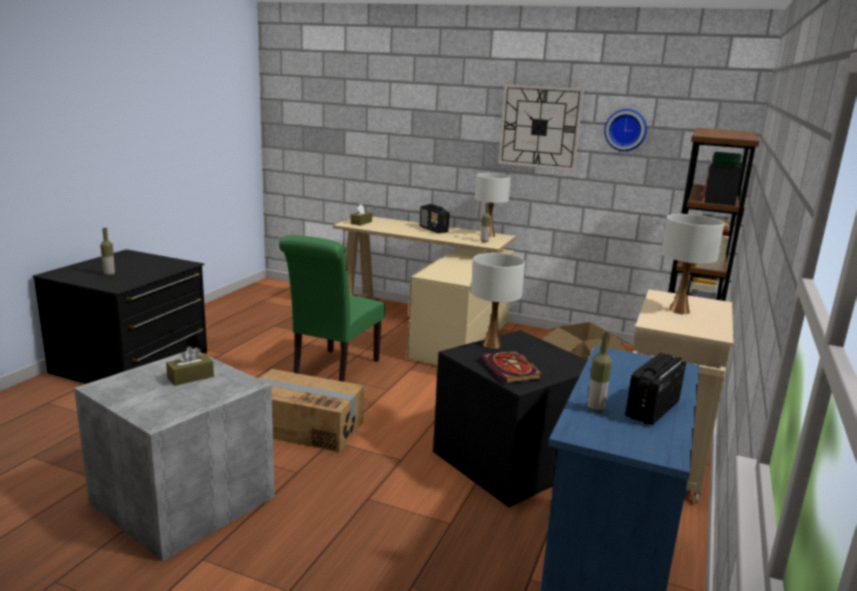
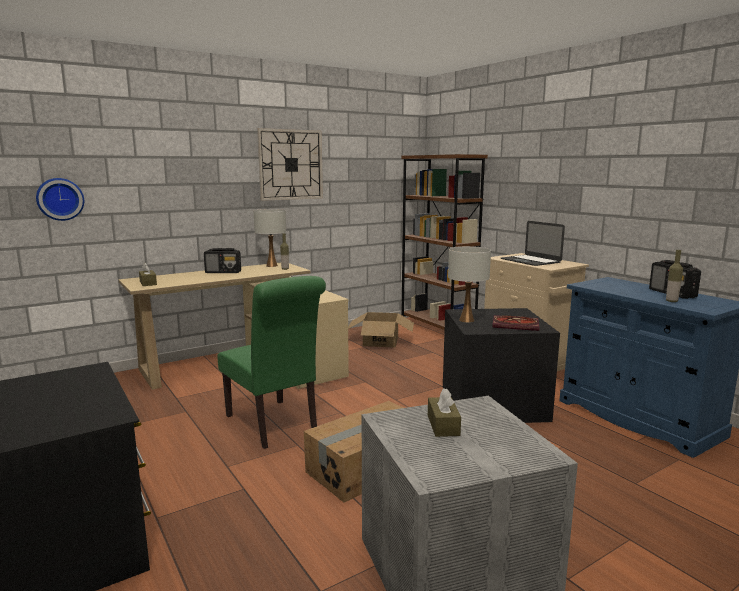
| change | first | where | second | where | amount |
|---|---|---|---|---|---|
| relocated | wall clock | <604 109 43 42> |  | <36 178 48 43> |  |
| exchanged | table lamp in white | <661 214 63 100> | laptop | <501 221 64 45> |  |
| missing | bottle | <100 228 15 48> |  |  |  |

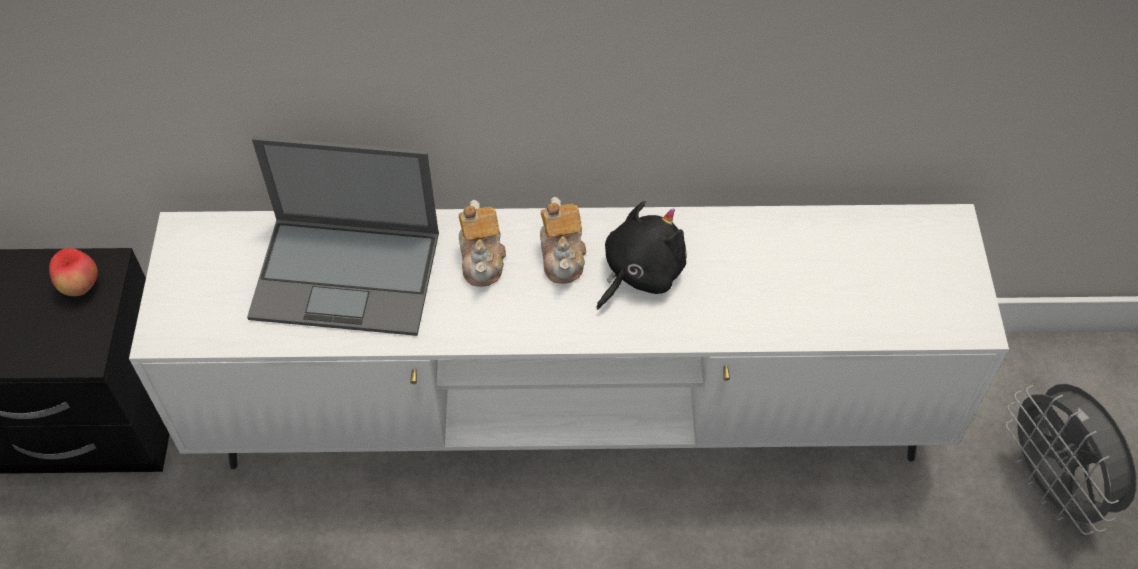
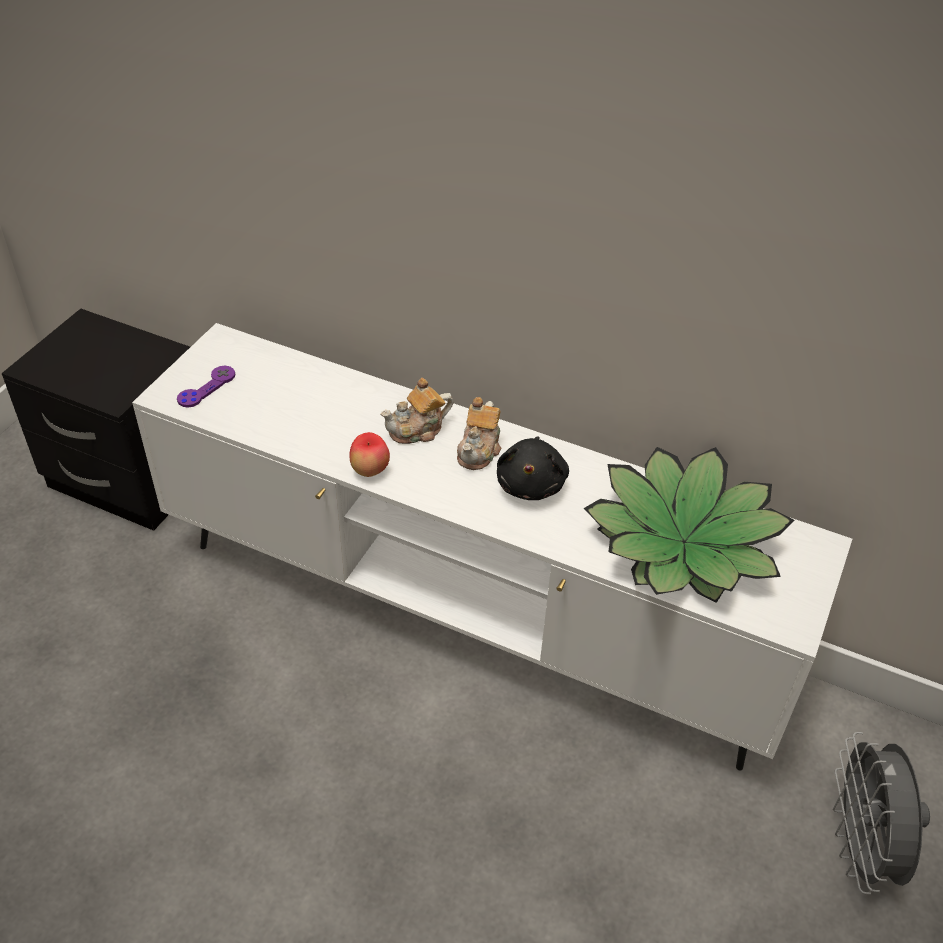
| change | first | where | second | where | amount |
|---|---|---|---|---|---|
| appeared |  |  | game controller in purple | <177 366 58 42> |  |
| relocated | apple | <49 248 49 48> |  | <349 432 41 45> |  |
| spun | teapot | <459 200 47 87> |  | <380 378 73 66> | 45 degrees clockwise |
| spun | plush toy in black | <596 201 90 109> |  | <497 437 72 63> | 120 degrees clockwise |
| appeared |  |  | potted plant | <584 447 210 156> |  |
| missing | laptop | <247 136 192 200> |  |  |  |

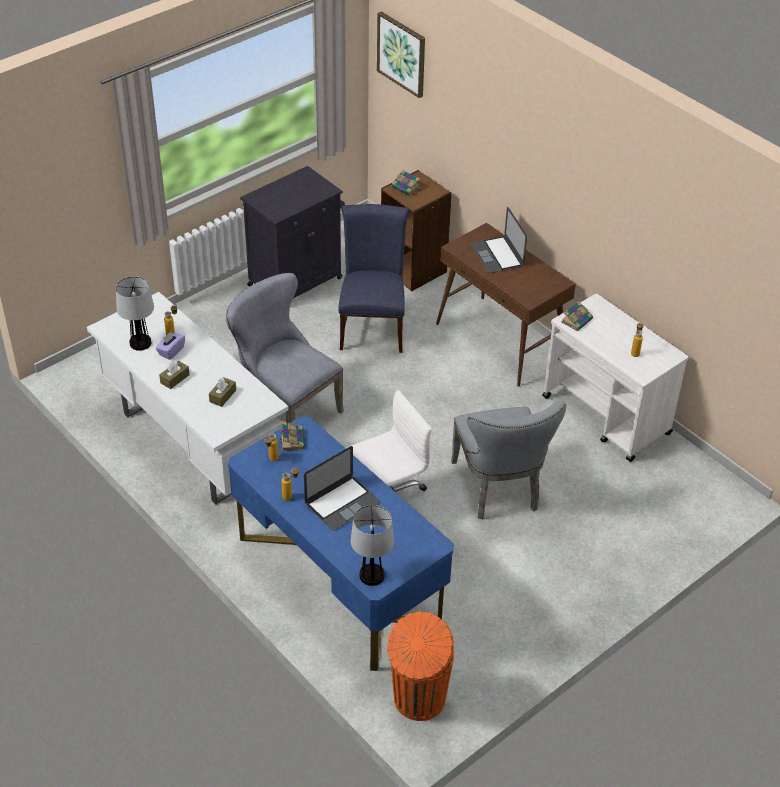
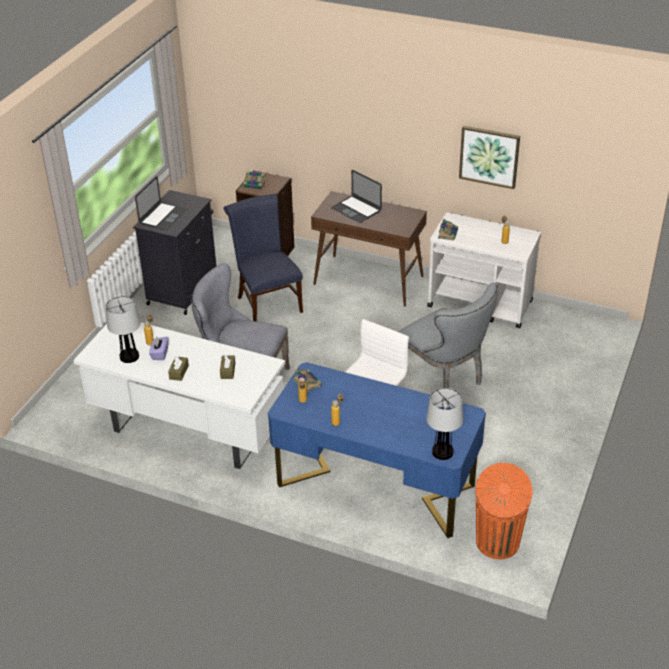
| change | first | where | second | where | amount |
|---|---|---|---|---|---|
| relocated | laptop | <304 446 76 85> |  | <135 176 52 54> |  |
| relocated | picture | <377 11 48 87> |  | <459 126 61 63> |  |

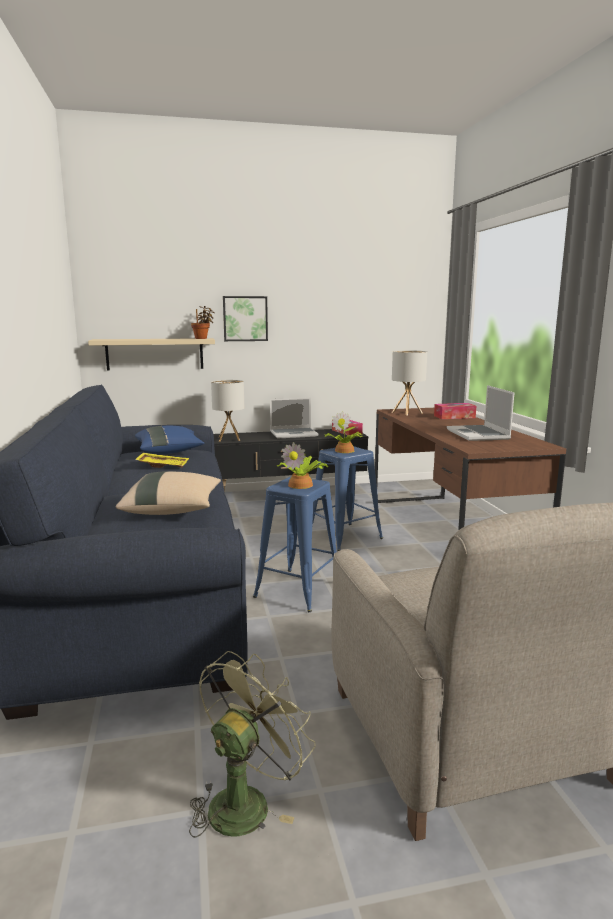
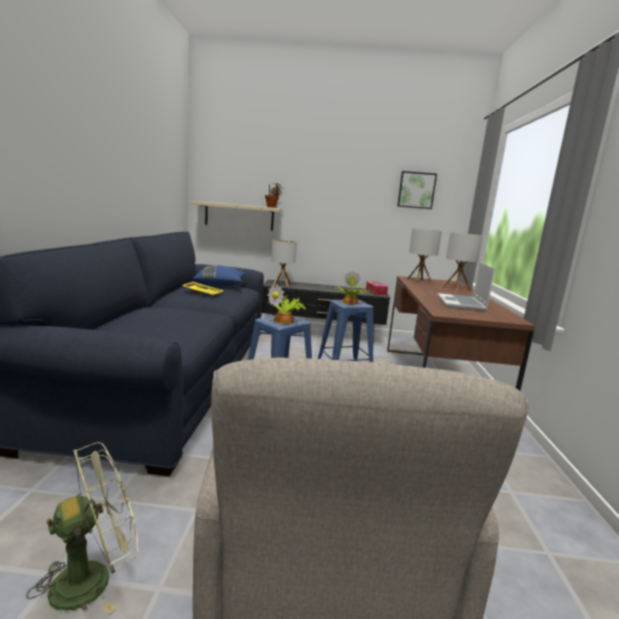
| change | first | where | second | where | amount |
|---|---|---|---|---|---|
| relocated | picture | <223 296 45 45> |  | <397 171 40 38> |  |
| exchanged | tissue box | <434 403 42 16> | table lamp | <443 233 40 58> |  |
| missing | pillow in beige | <116 471 105 44> |  |  |  |
| missing | laptop | <270 398 48 40> |  |  |  |

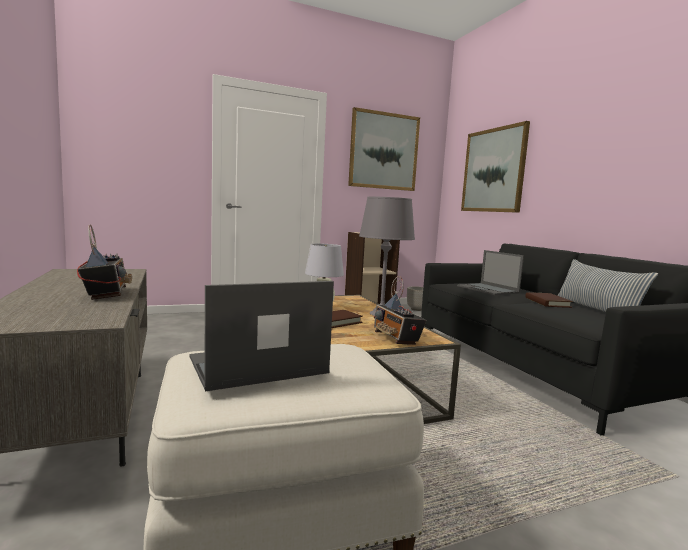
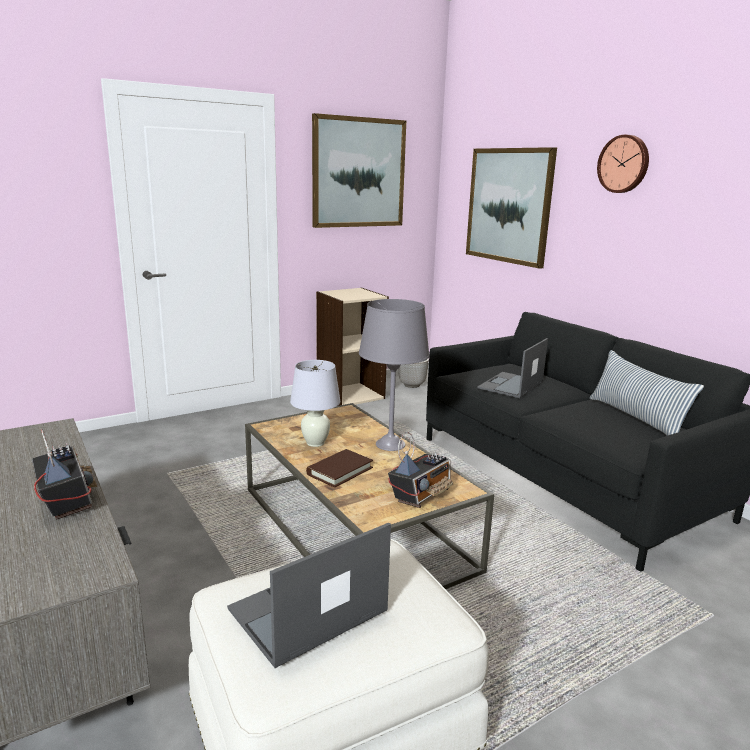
| change | first | where | second | where | amount |
|---|---|---|---|---|---|
| spun | radio | <374 276 52 69> |  | <388 432 65 76> | 105 degrees counterclockwise |
| spun | laptop | <457 250 67 45> |  | <478 338 70 60> | 75 degrees clockwise |
| appeared |  |  | wall clock | <597 135 52 58> |  |
| missing | book in brown | <525 292 48 16> |  |  |  |

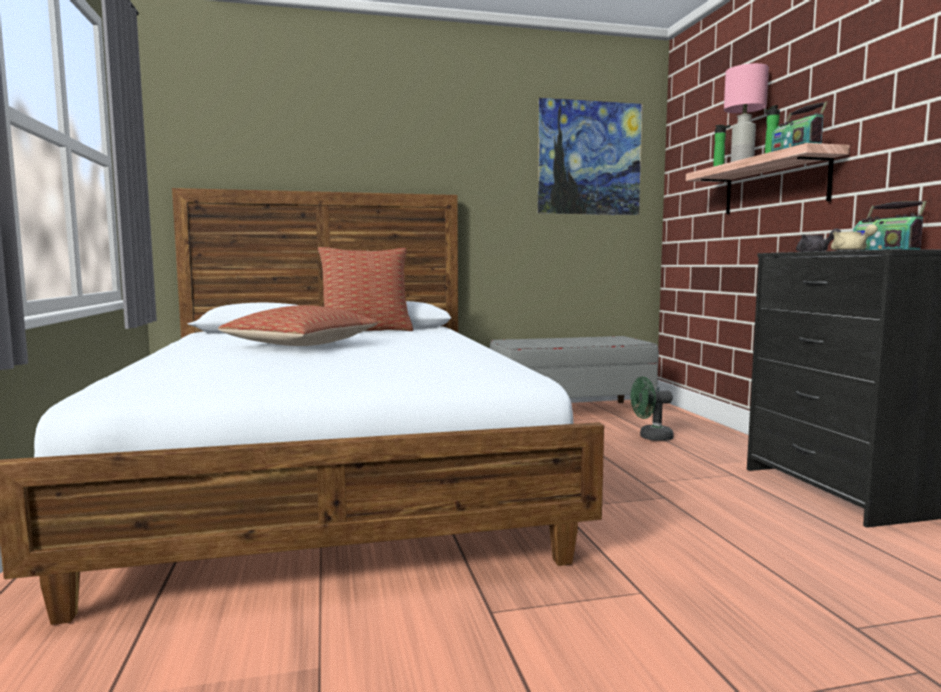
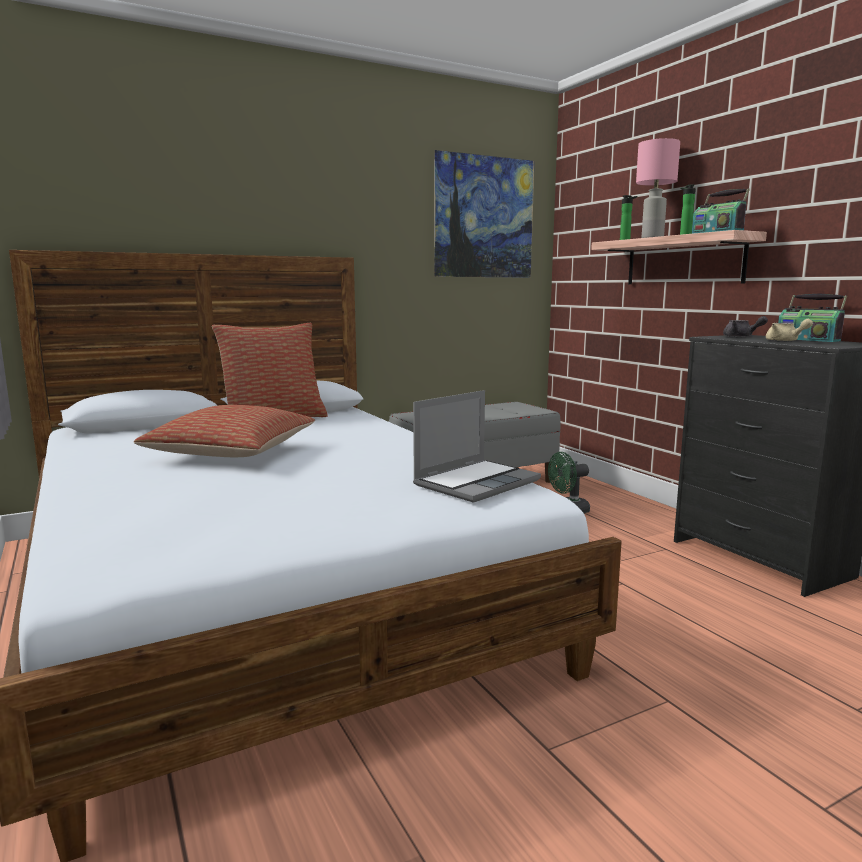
| change | first | where | second | where | amount |
|---|---|---|---|---|---|
| appeared |  |  | laptop | <413 390 128 113> |  |

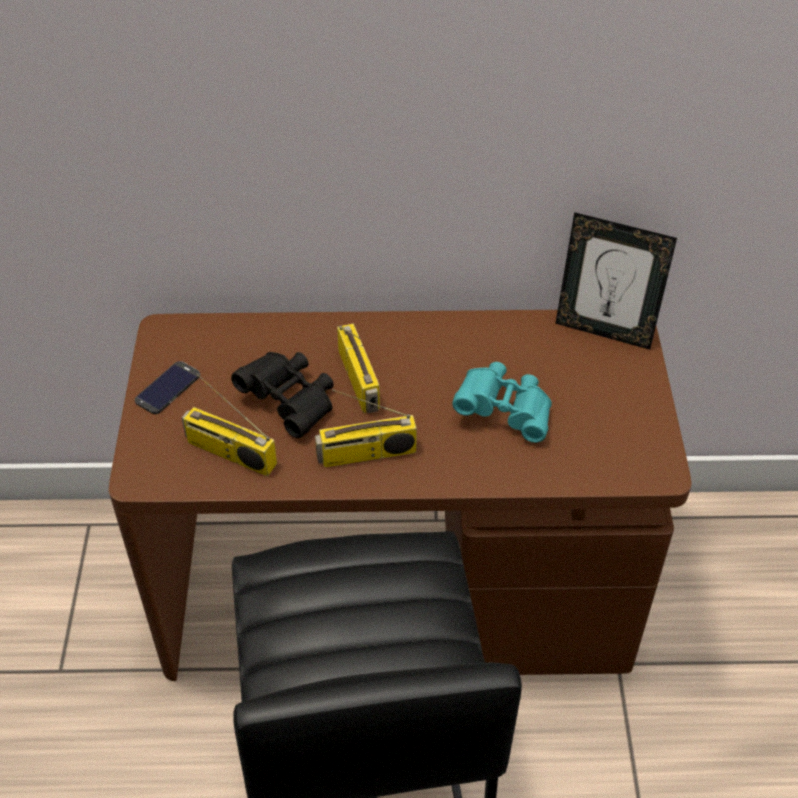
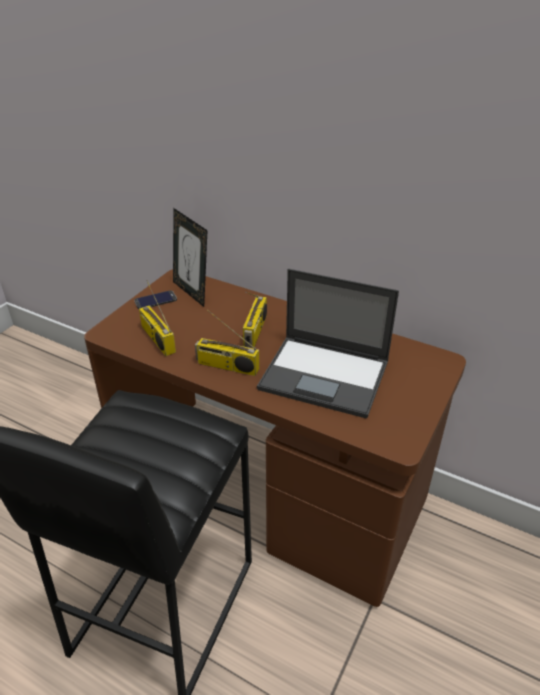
| change | first | where | second | where | amount |
|---|---|---|---|---|---|
| relocated | picture frame | <555 212 122 138> |  | <173 208 34 99> |  |
| exchanged | binoculars in turquoise | <452 362 100 81> | laptop | <257 269 142 150> |  |
| missing | binoculars in black | <231 352 103 86> |  |  |  |

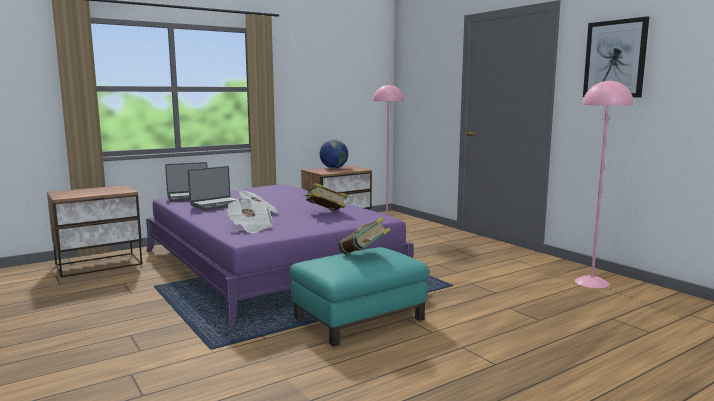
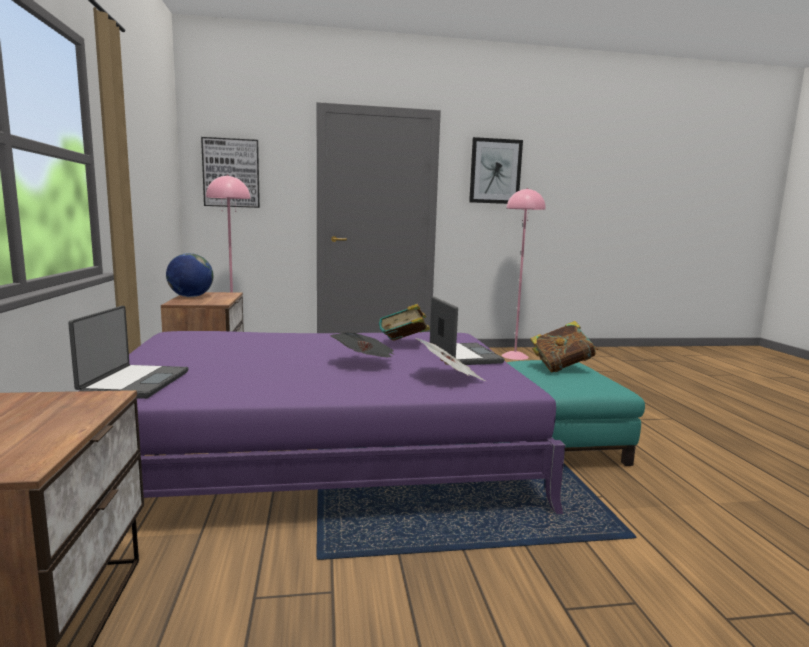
| change | first | where | second | where | amount |
|---|---|---|---|---|---|
| appeared |  |  | picture | <201 137 59 71> |  |
| relocated | laptop | <188 166 48 44> |  | <430 297 75 68> |  |

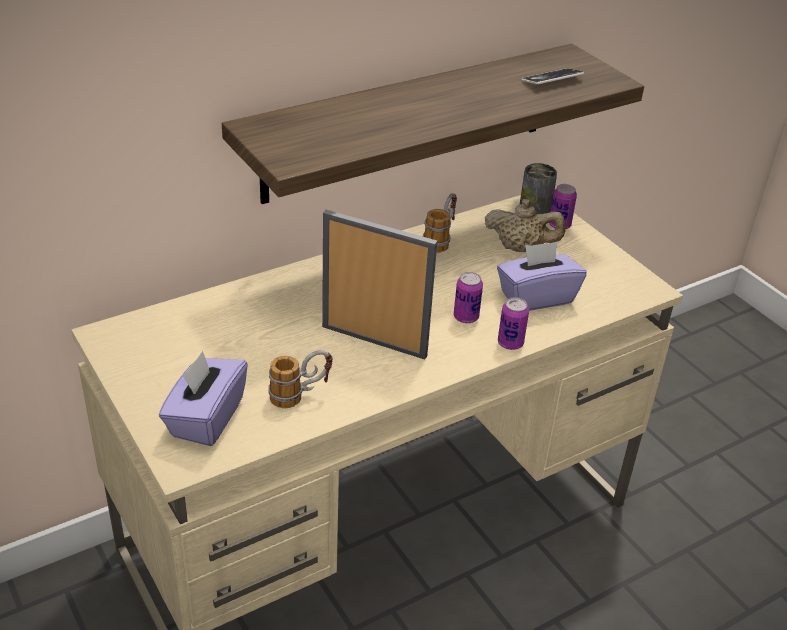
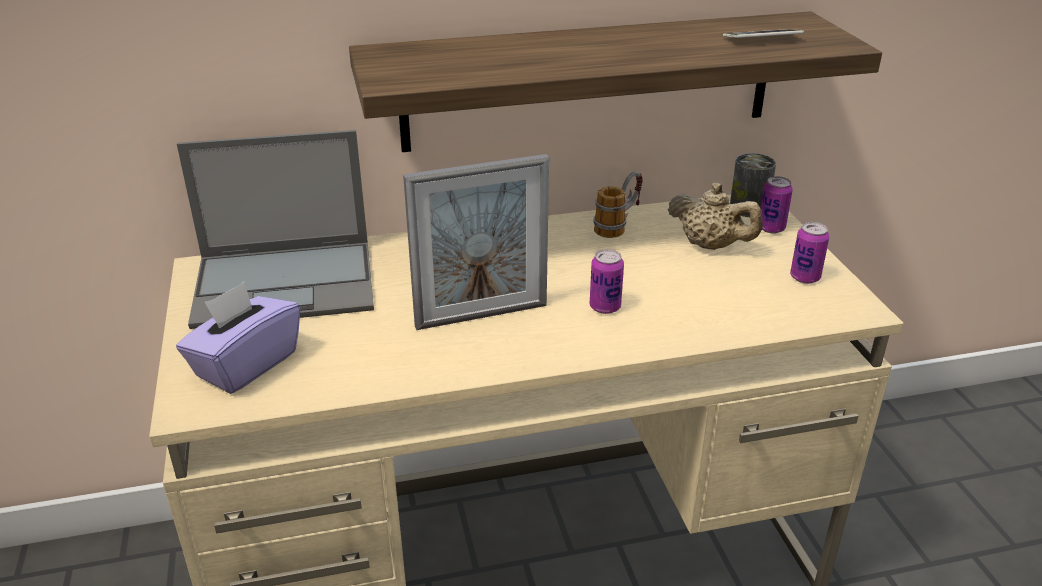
| change | first | where | second | where | amount |
|---|---|---|---|---|---|
| appeared |  |  | laptop | <177 130 197 199> |  |
| spun | picture frame | <322 210 115 150> |  | <403 154 146 176> | 120 degrees clockwise |
| relocated | can | <498 297 31 53> |  | <790 222 39 62> |  |
| missing | mug | <268 350 64 58> |  |  |  |
| missing | tissue box in purple | <497 242 90 69> |  |  |  |

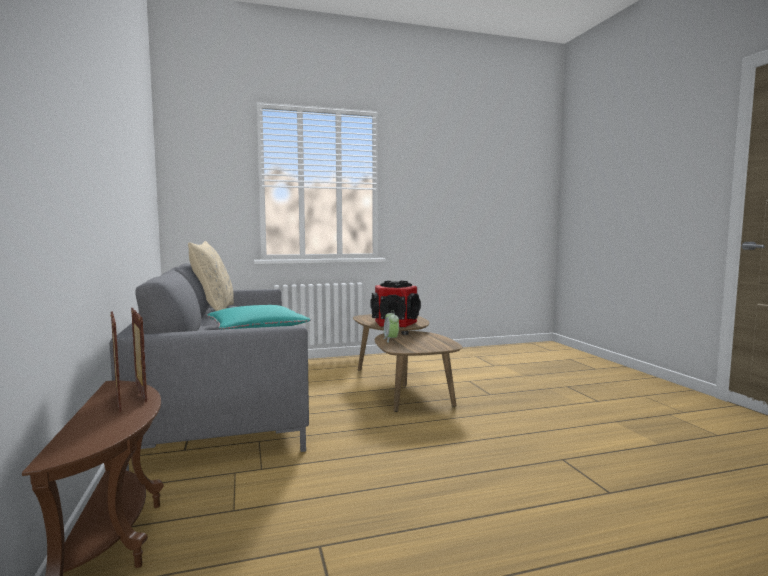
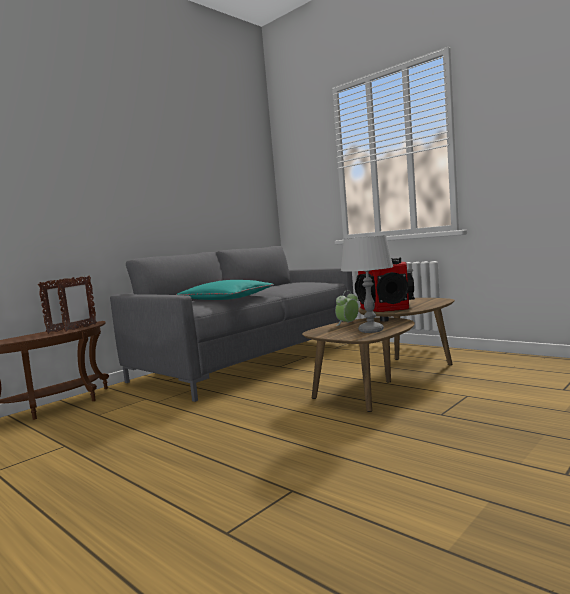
| change | first | where | second | where | amount |
|---|---|---|---|---|---|
| appeared |  |  | table lamp in grey | <341 235 52 98> |  |
| missing | pillow in beige | <188 241 46 70> |  |  |  |

